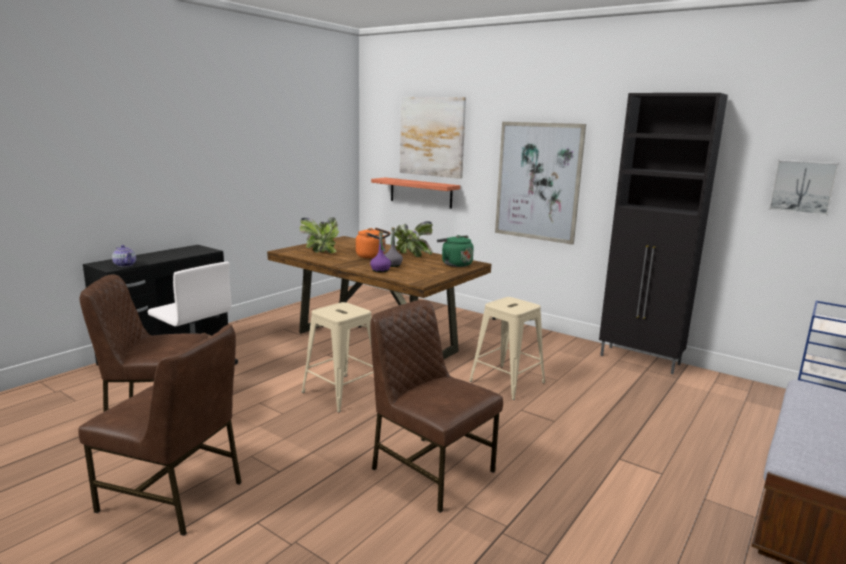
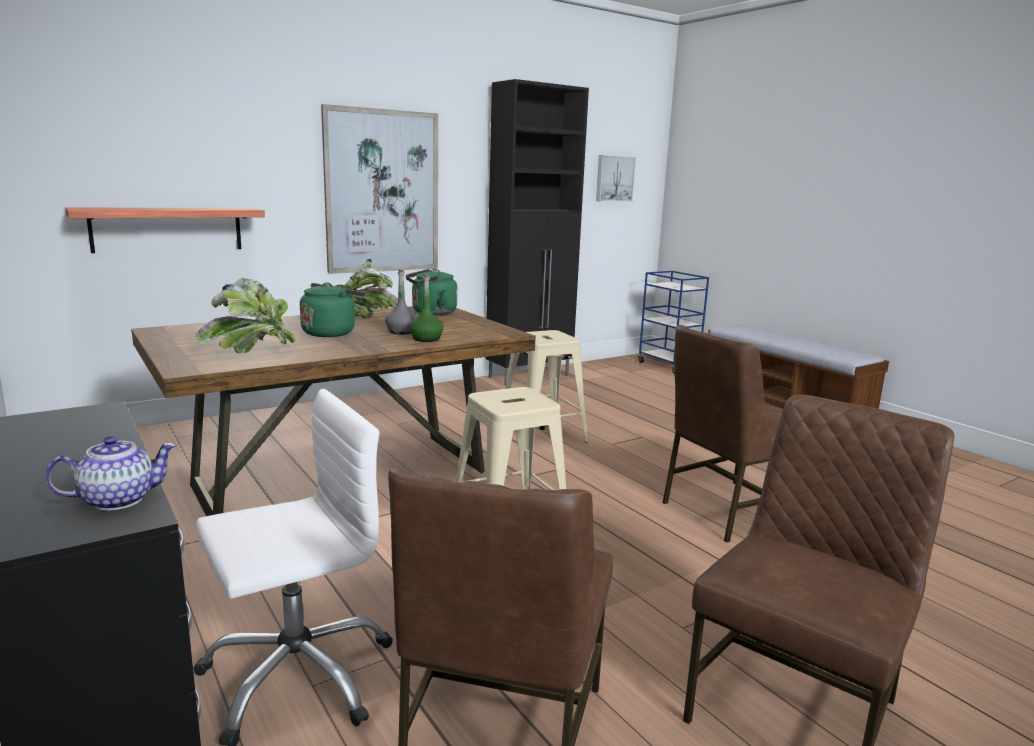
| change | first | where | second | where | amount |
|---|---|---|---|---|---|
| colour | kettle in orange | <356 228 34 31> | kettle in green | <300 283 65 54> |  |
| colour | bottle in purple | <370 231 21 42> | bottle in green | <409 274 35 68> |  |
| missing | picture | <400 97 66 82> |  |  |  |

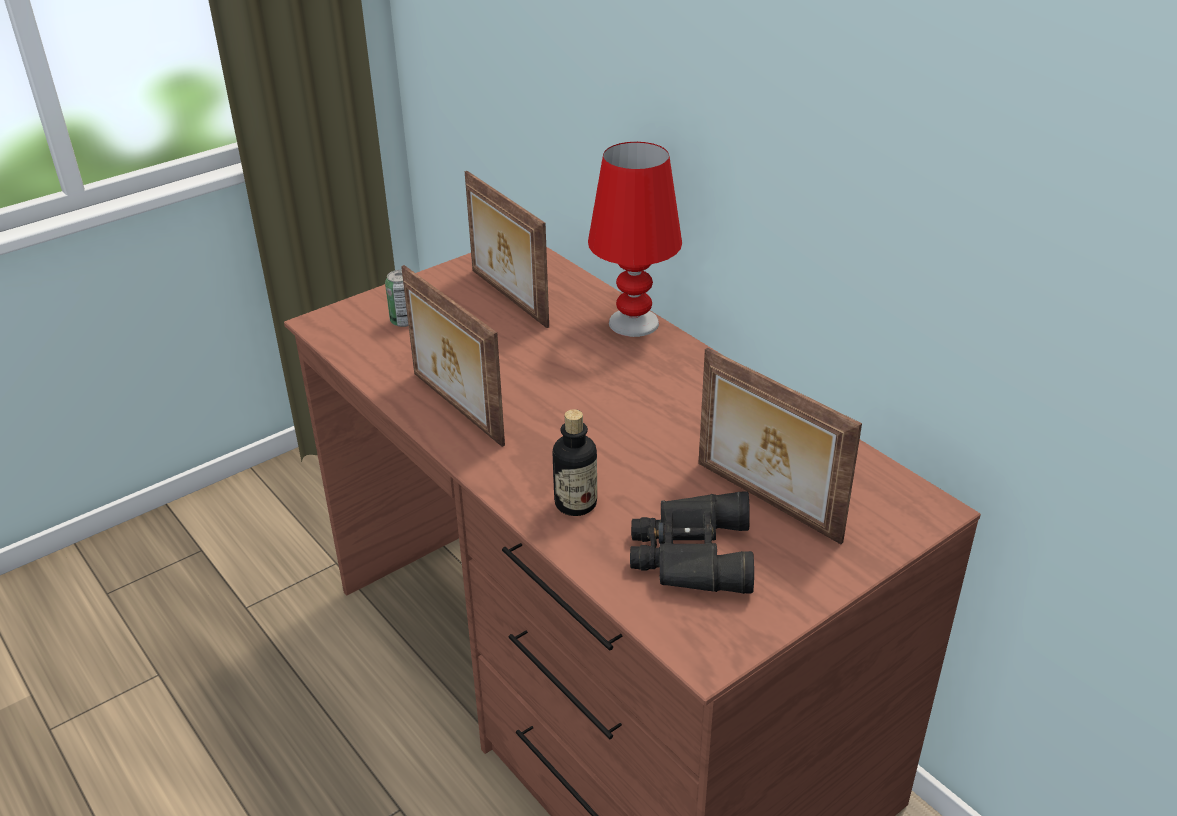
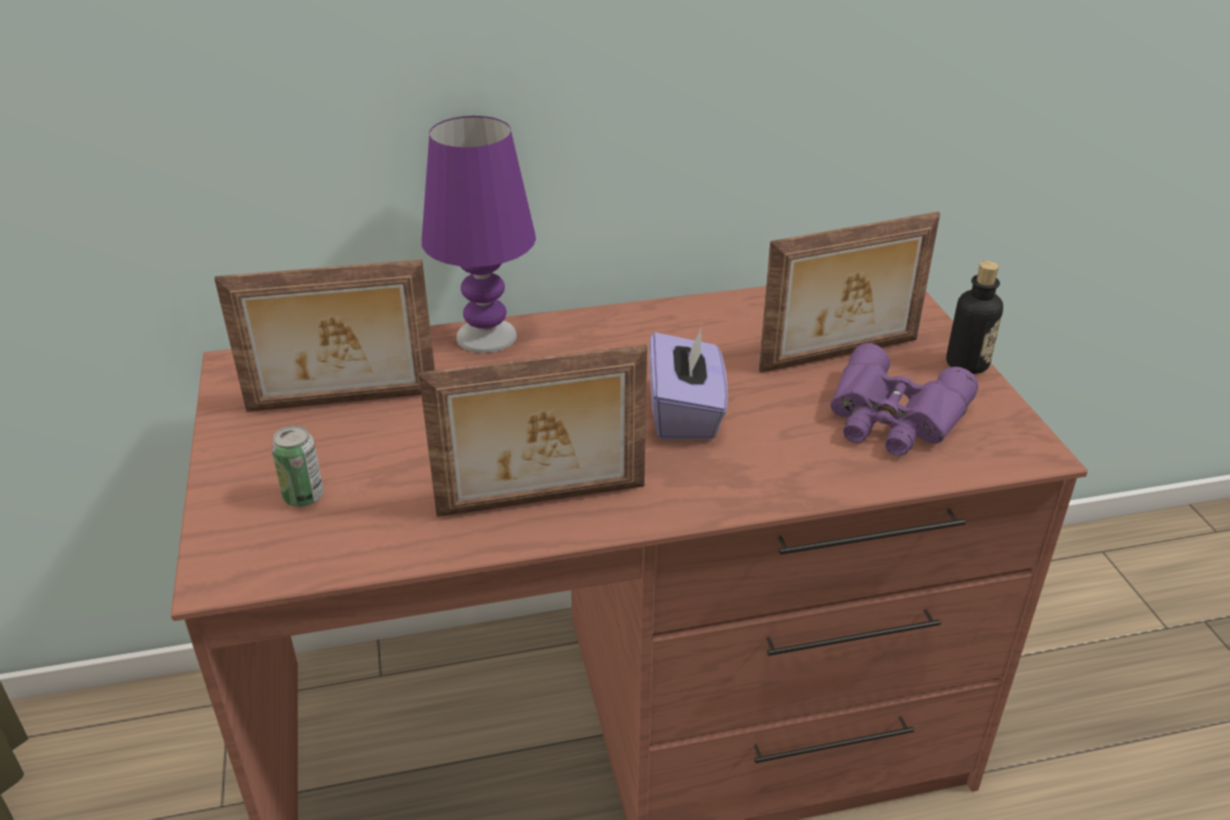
| change | first | where | second | where | amount |
|---|---|---|---|---|---|
| colour | table lamp in red | <588 142 94 195> | table lamp in purple | <422 116 114 237> |  |
| appeared |  |  | tissue box in purple | <649 327 79 112> |  |
| colour | binoculars in black | <630 492 124 102> | binoculars in purple | <830 343 148 113> |  |
| relocated | bottle | <553 409 44 107> |  | <946 261 57 113> |  |

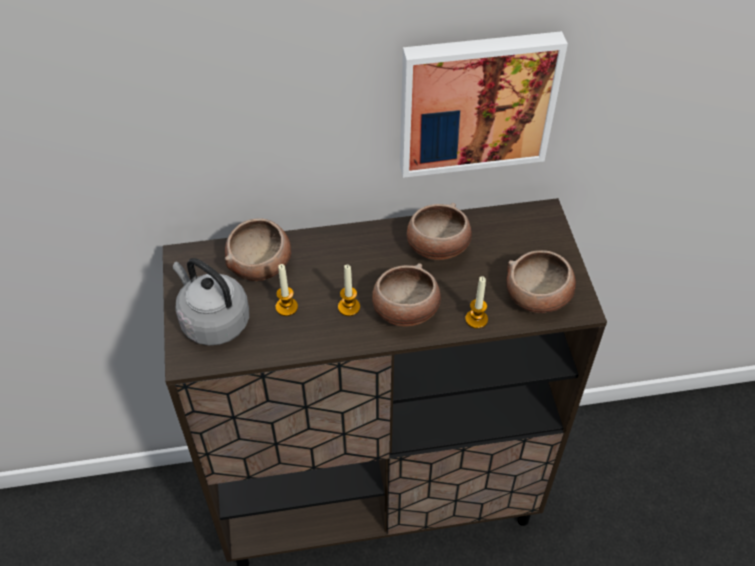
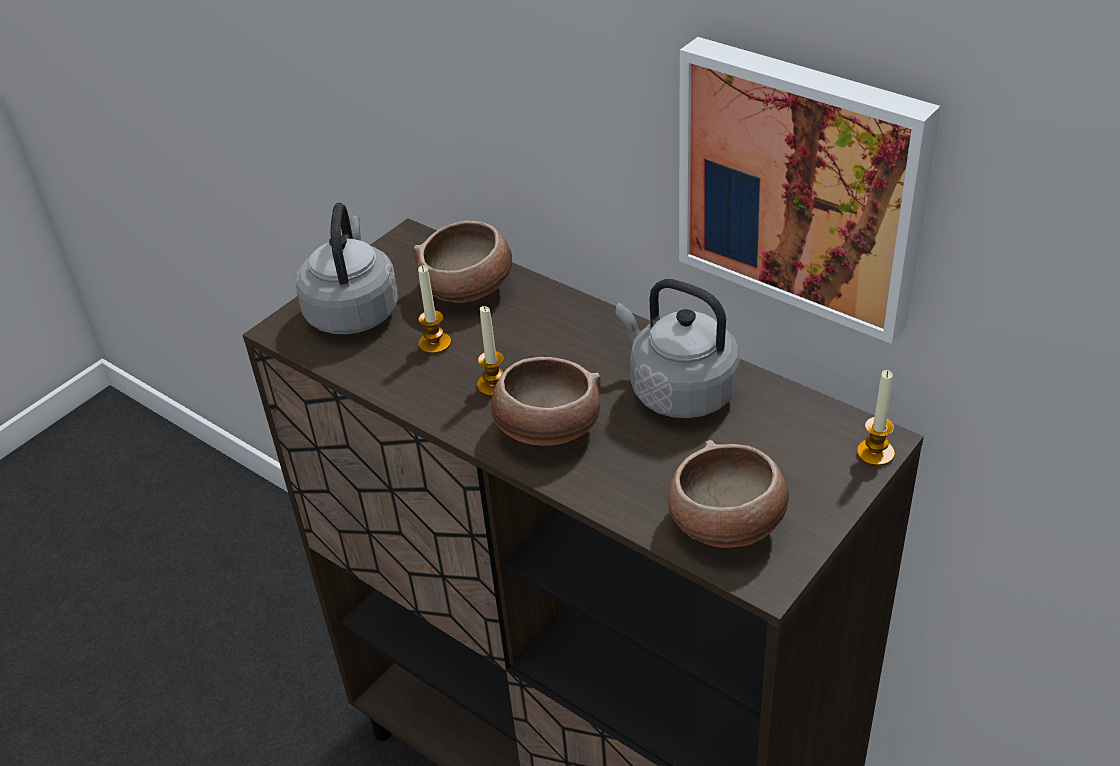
| change | first | where | second | where | amount |
|---|---|---|---|---|---|
| exchanged | bowl | <407 203 65 57> | kettle in grey | <615 279 125 139> |  |
| relocated | candle | <465 276 23 53> |  | <857 370 38 96> |  |

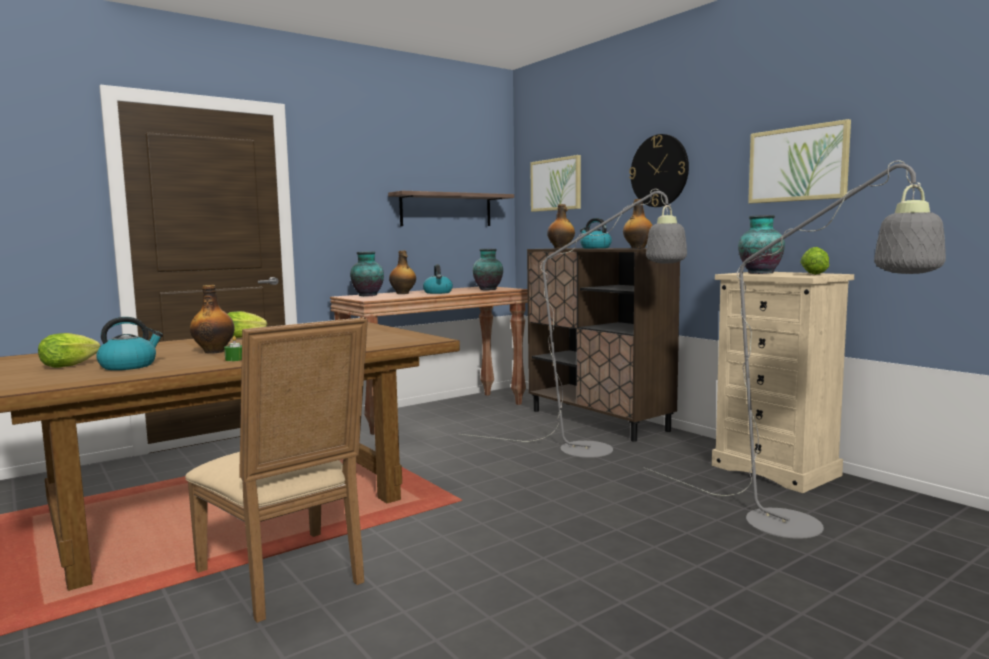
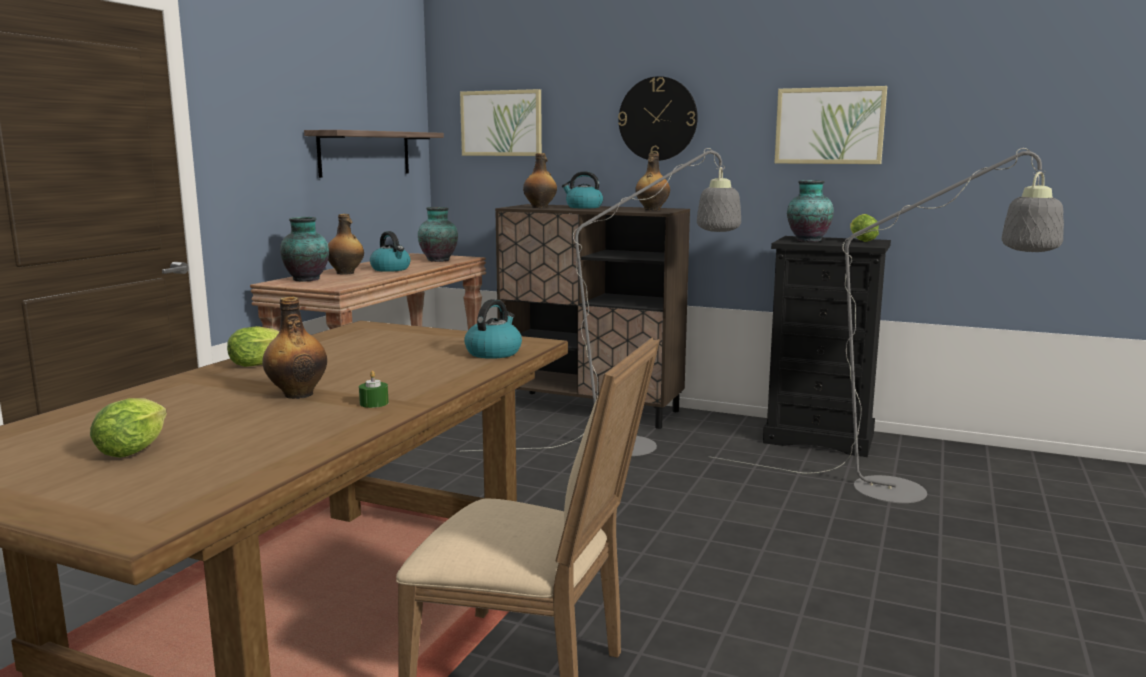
| change | first | where | second | where | amount |
|---|---|---|---|---|---|
| relocated | kettle | <96 317 67 53> |  | <464 299 58 60> |  |
| colour | dresser in beige | <712 272 142 221> | dresser in black | <763 236 128 221> |  |

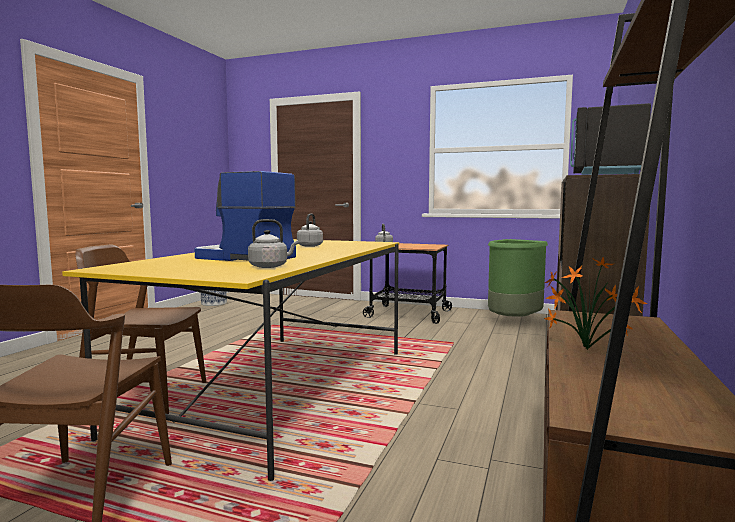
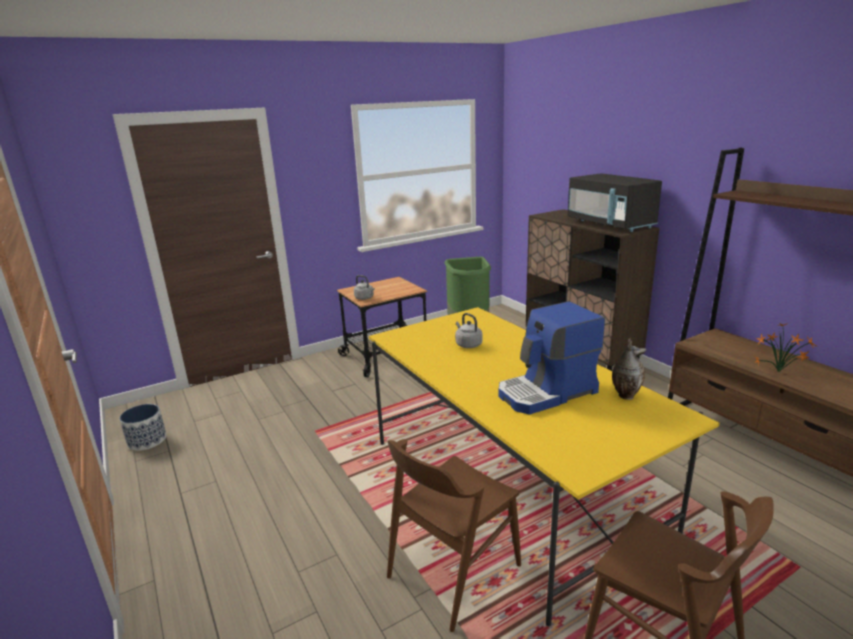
| change | first | where | second | where | amount |
|---|---|---|---|---|---|
| exchanged | kettle in grey | <248 219 51 49> | vase | <612 338 35 62> |  |

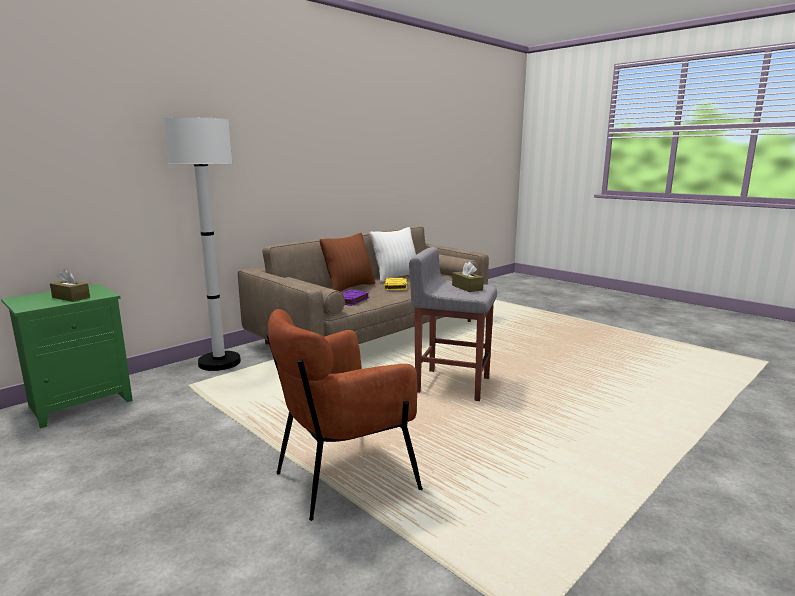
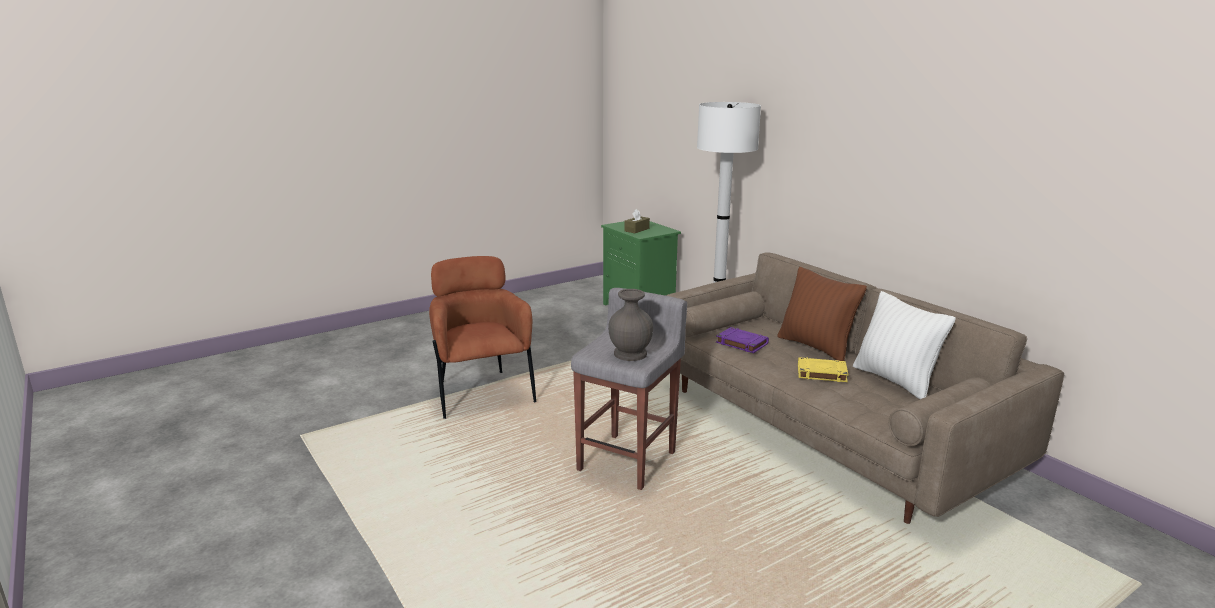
| change | first | where | second | where | amount |
|---|---|---|---|---|---|
| exchanged | tissue box in brown | <452 262 32 30> | vase in grey | <608 289 45 72> |  |

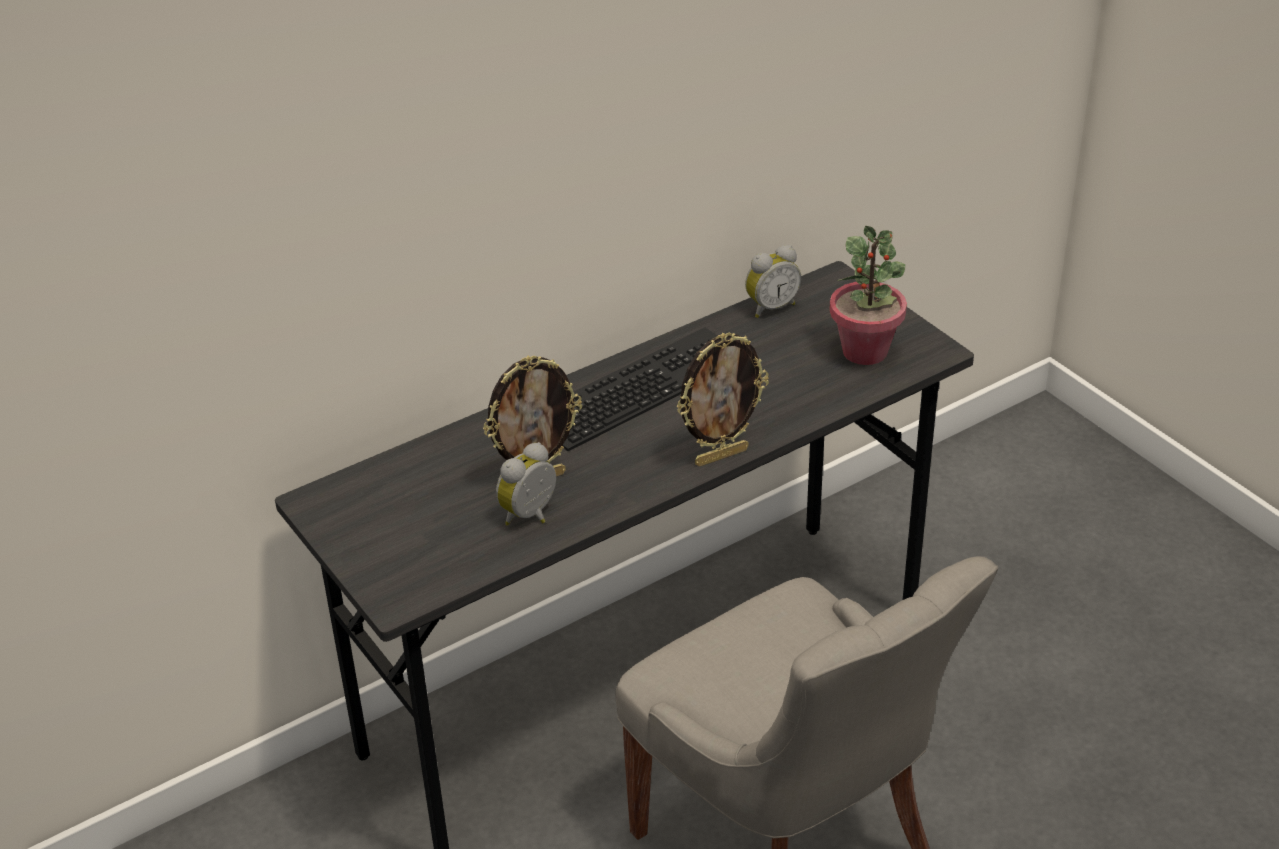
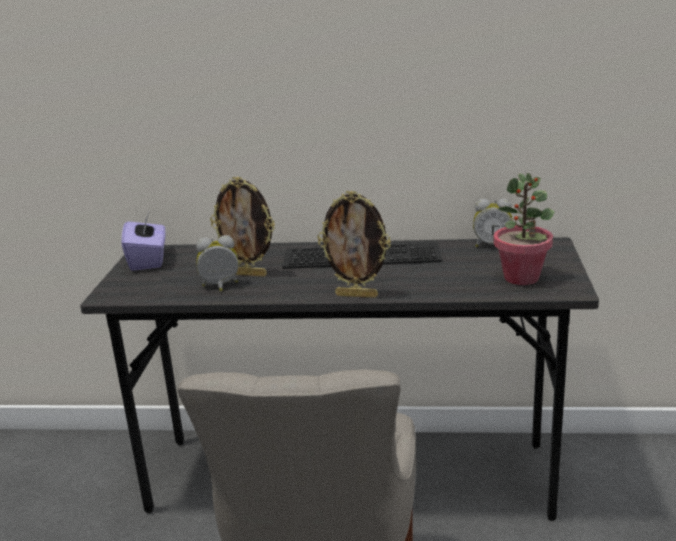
| change | first | where | second | where | amount |
|---|---|---|---|---|---|
| appeared |  |  | tissue box in purple | <121 212 45 59> |  |

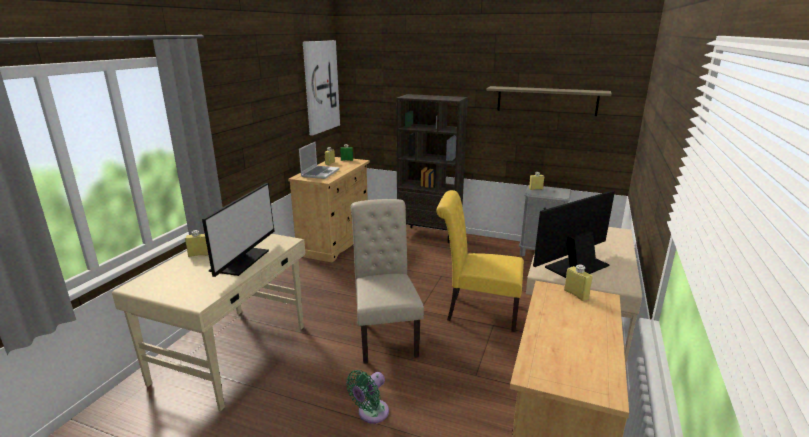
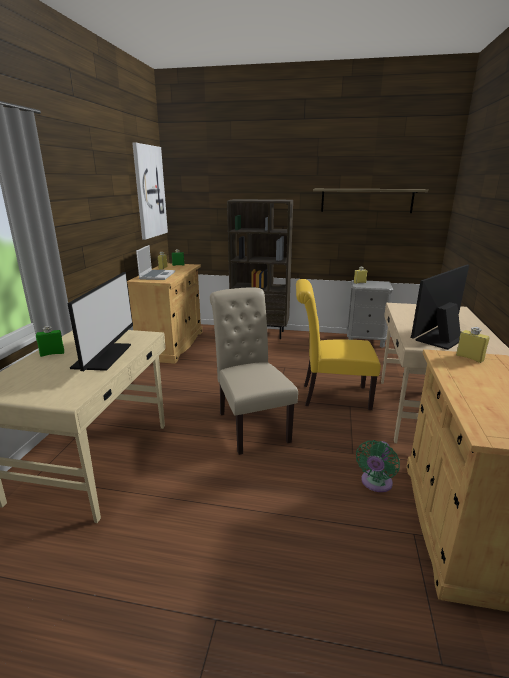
| change | first | where | second | where | amount |
|---|---|---|---|---|---|
| colour | bottle in yellow | <185 230 23 27> | bottle in green | <36 326 28 31> |  |
| relocated | fan in green | <346 370 43 53> |  | <356 440 44 52> |  |

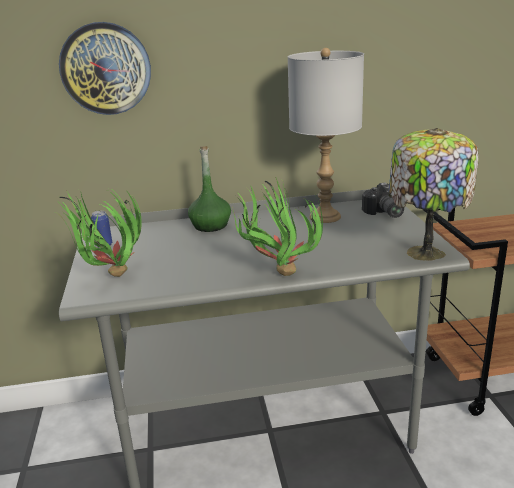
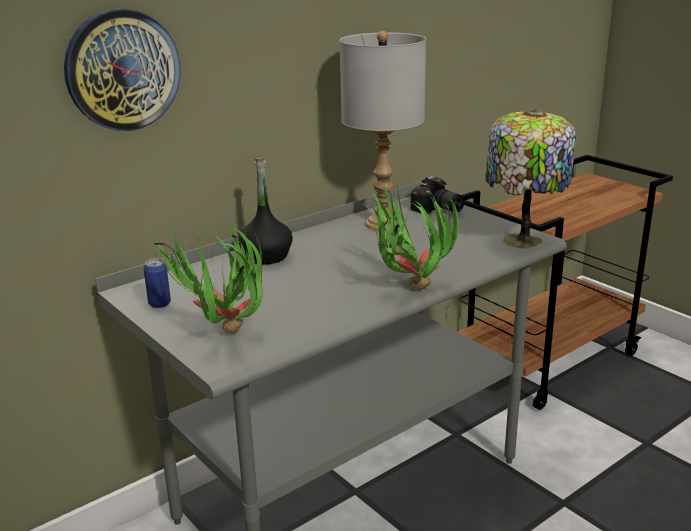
| change | first | where | second | where | amount |
|---|---|---|---|---|---|
| colour | bottle in green | <188 146 43 86> | bottle in black | <238 157 55 108> |  |

